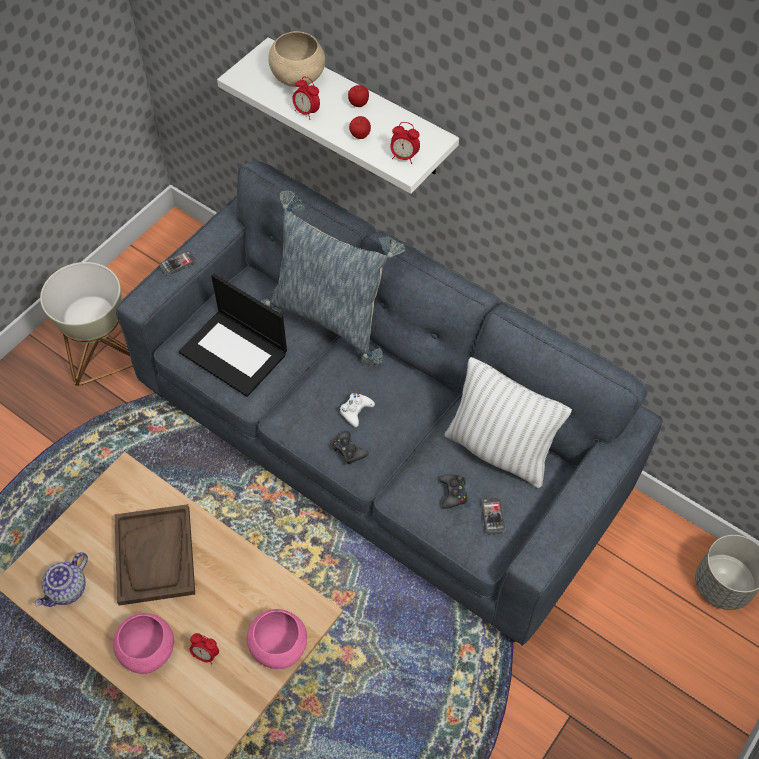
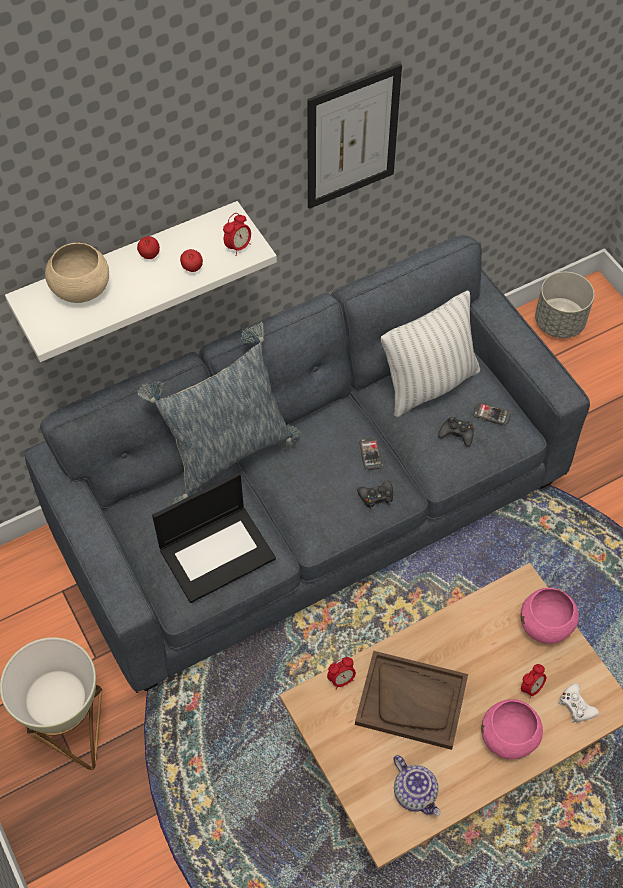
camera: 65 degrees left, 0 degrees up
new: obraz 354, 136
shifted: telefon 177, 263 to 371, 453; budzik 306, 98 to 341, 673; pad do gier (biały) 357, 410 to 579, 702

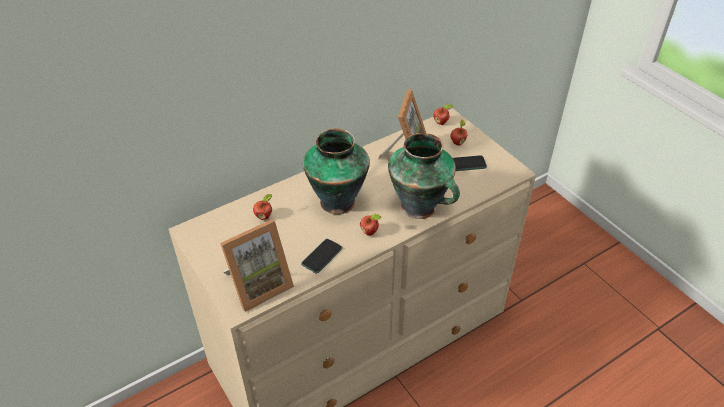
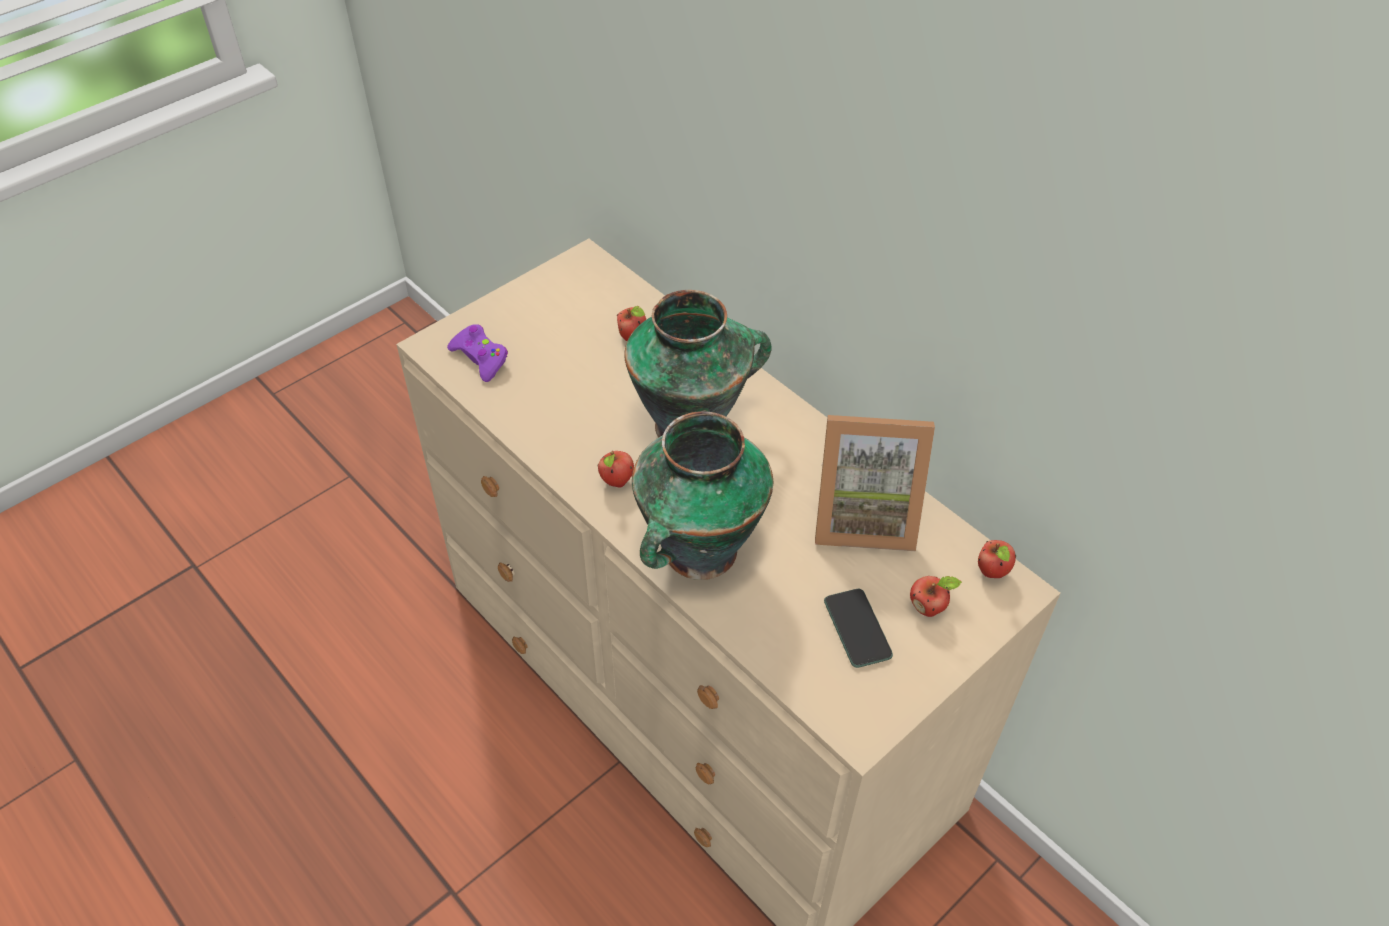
camera: 80 degrees right, 5 degrees up
gone: telefon 321, 256
swapped: ramka na zdjęcie 257, 265 to pad do gier (fioletowy) 477, 353

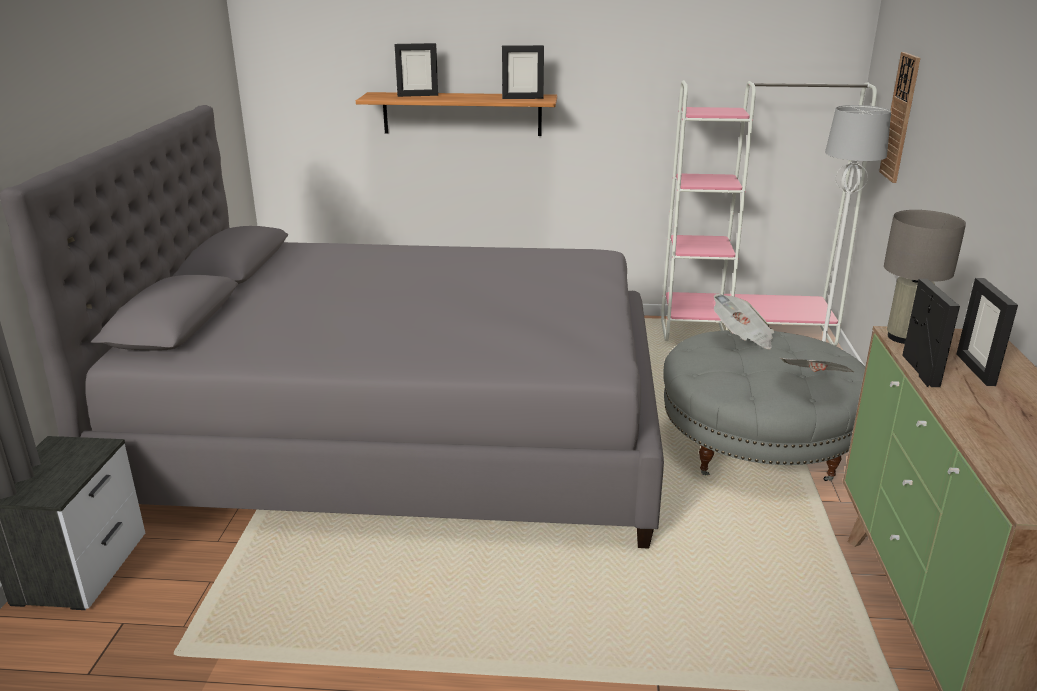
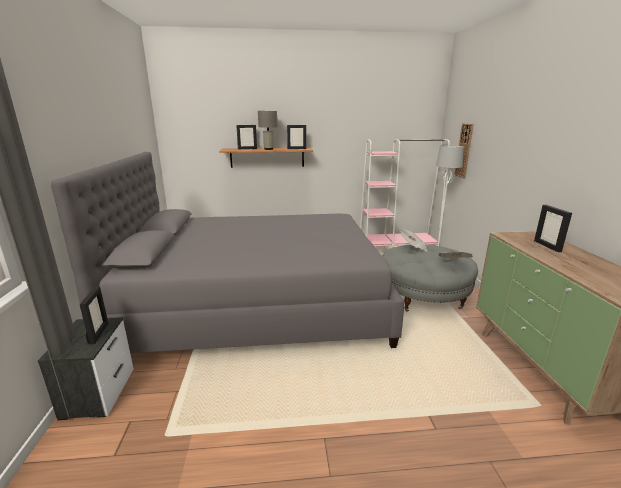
camera: 10 degrees left, 5 degrees down
shifted: lampa stołowa (szary) 925, 277 to 267, 130; ramka na zdjęcie 931, 333 to 93, 315

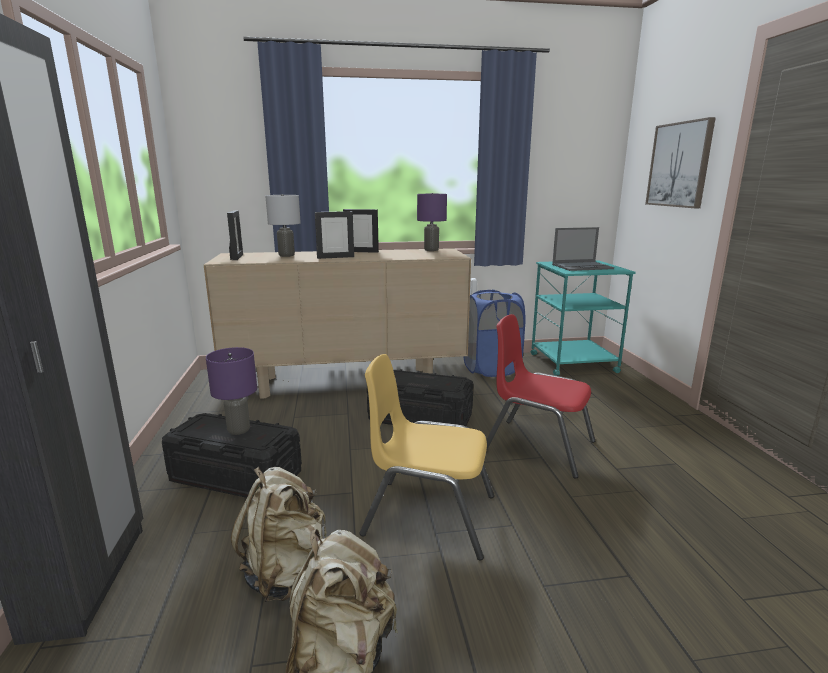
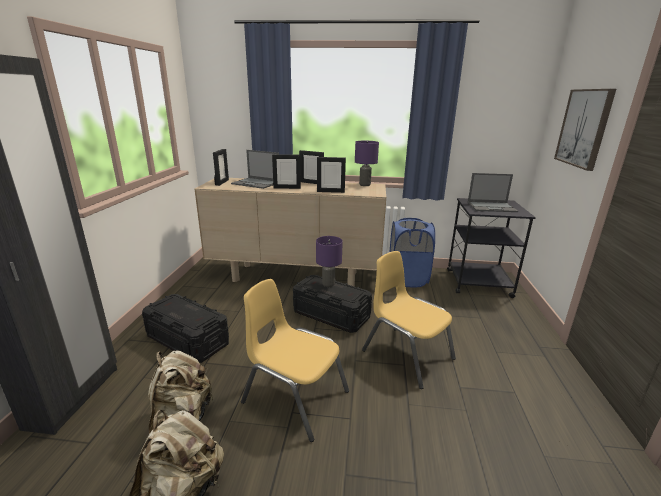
camera: 15 degrees right, 5 degrees up
new: ramka na zdjęcie 331, 175
shifted: lampa stołowa (fioletowy) 231, 391 to 329, 261
swapped: lampa stołowa (biały) 283, 225 to laptop 255, 169
repainted: krzesło (czerwony) 540, 396 to krzesło (żółty) 409, 320; wózek (turkusowy) 583, 318 to wózek (czarny) 491, 248

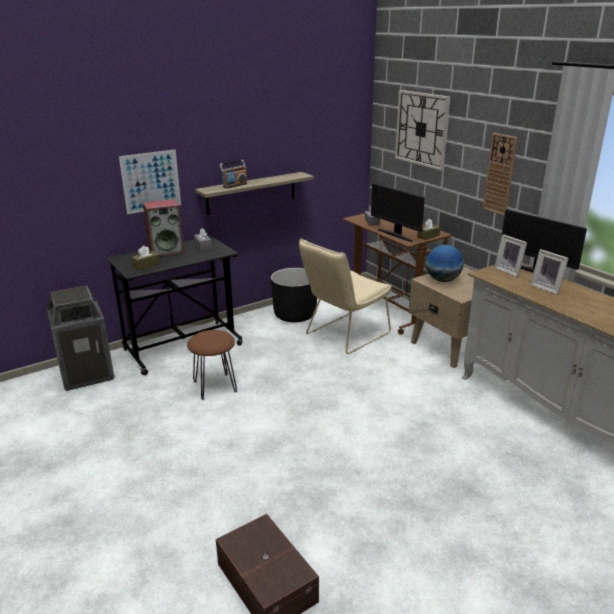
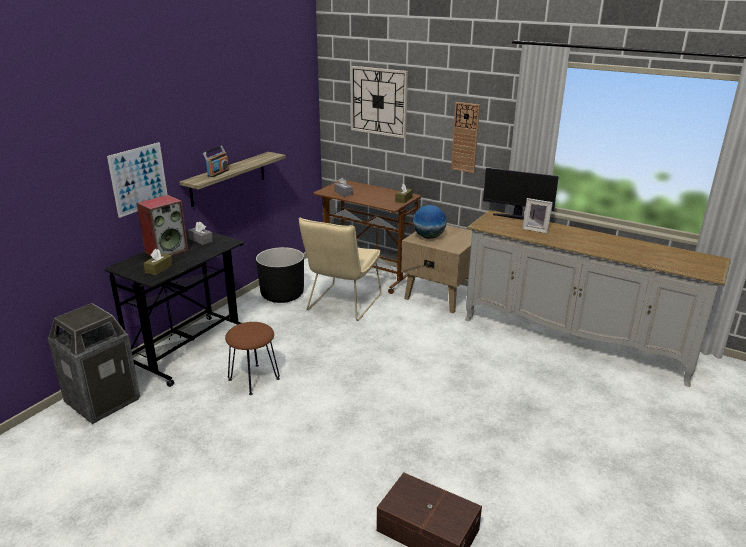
camera: 25 degrees left, 0 degrees up
gone: monitor 398, 212; ramka na zdjęcie 510, 255

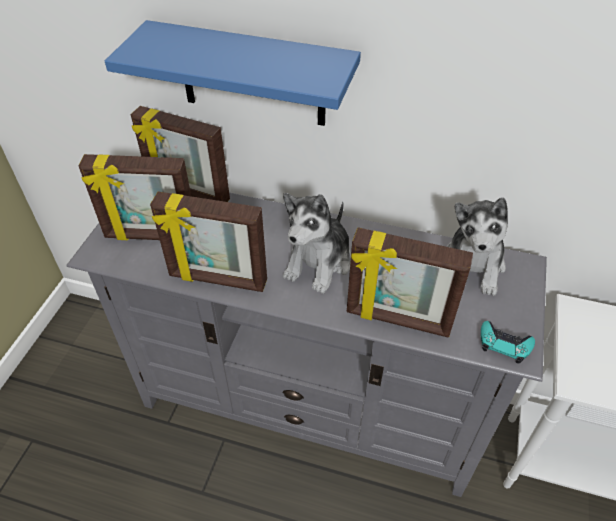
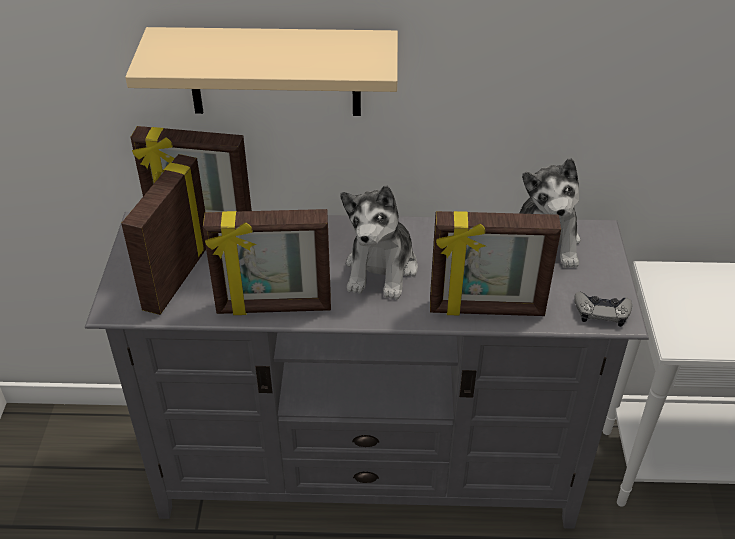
camera: 15 degrees left, 5 degrees down
repainted: półka (niebieski) 233, 73 to półka (beżowy) 261, 71; pad do gier (turkusowy) 508, 342 to pad do gier (szary) 603, 309
rotated: ramka na zdjęcie 134, 197 = 163, 234 120 degrees clockwise

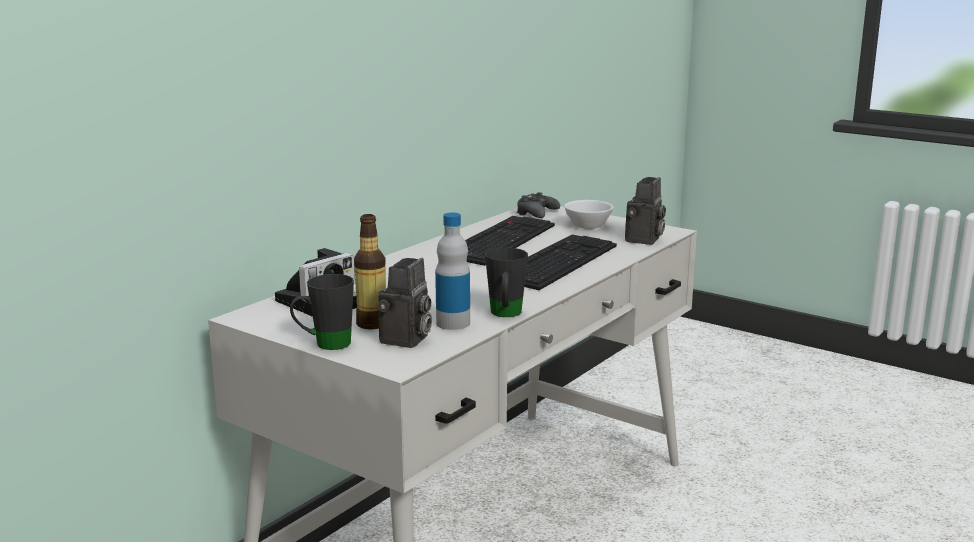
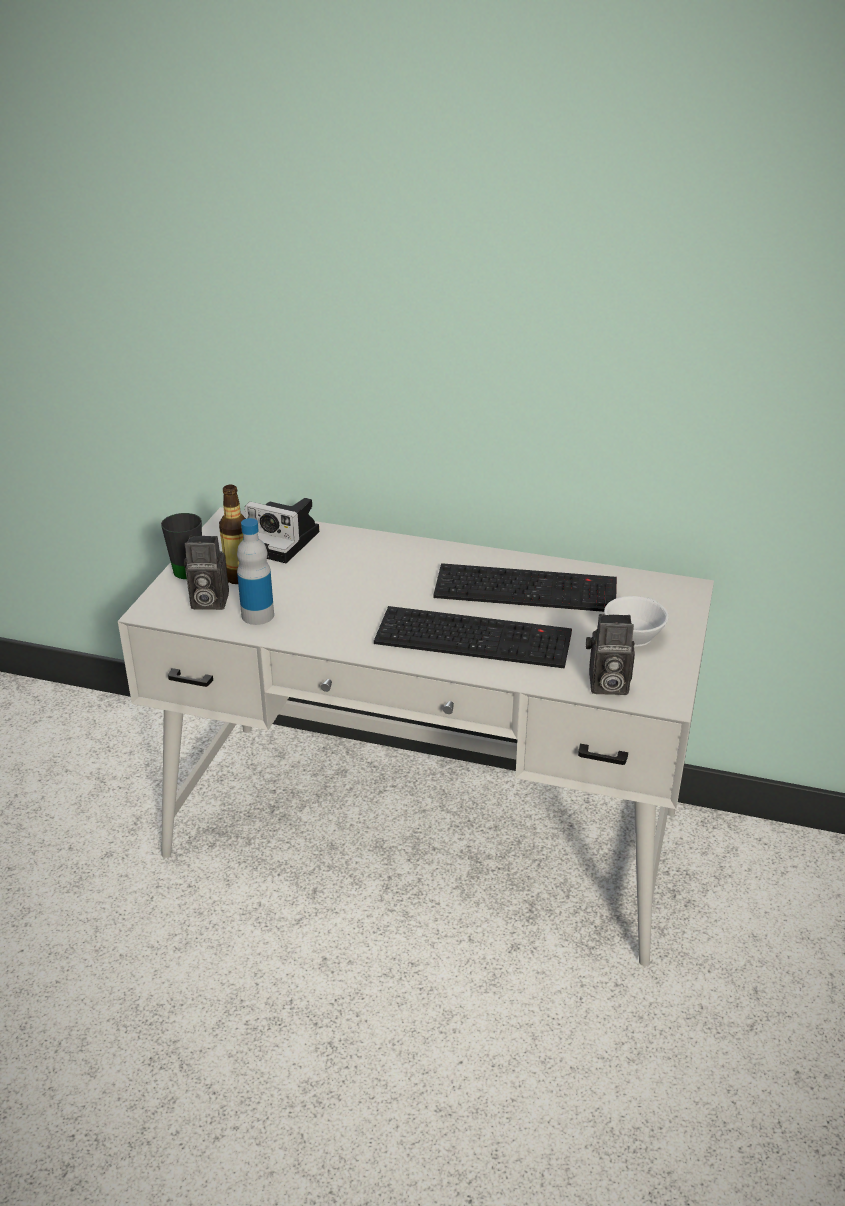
camera: 70 degrees right, 15 degrees up
gone: kubek (czarny) 506, 282; pad do gier (czarny) 538, 205

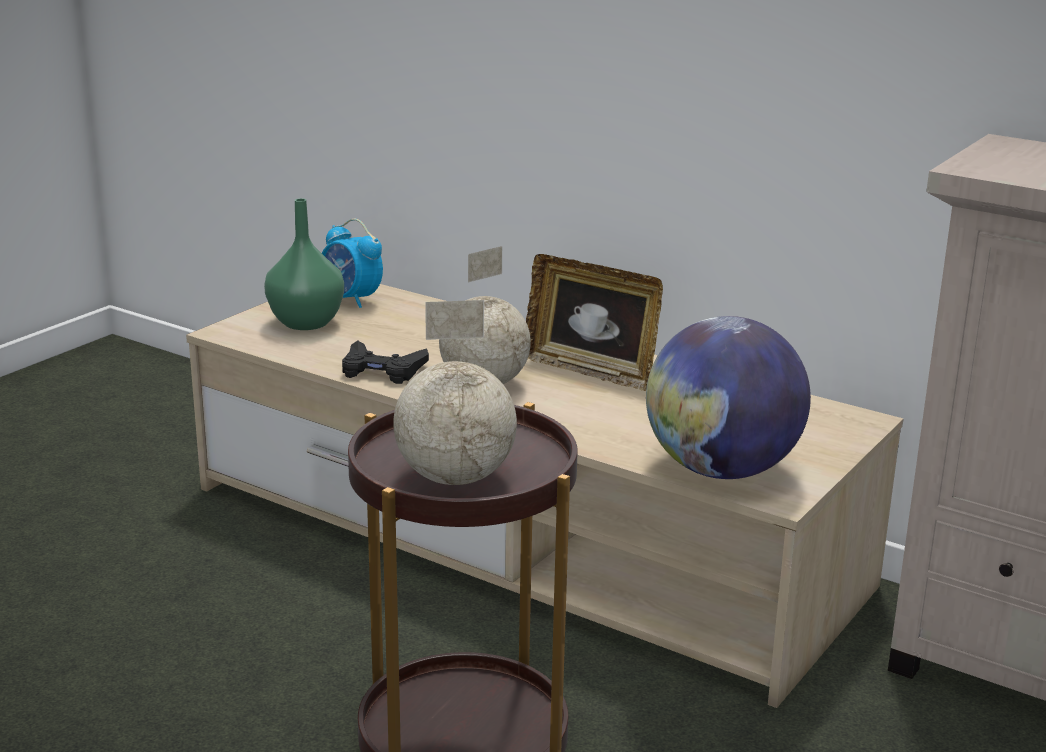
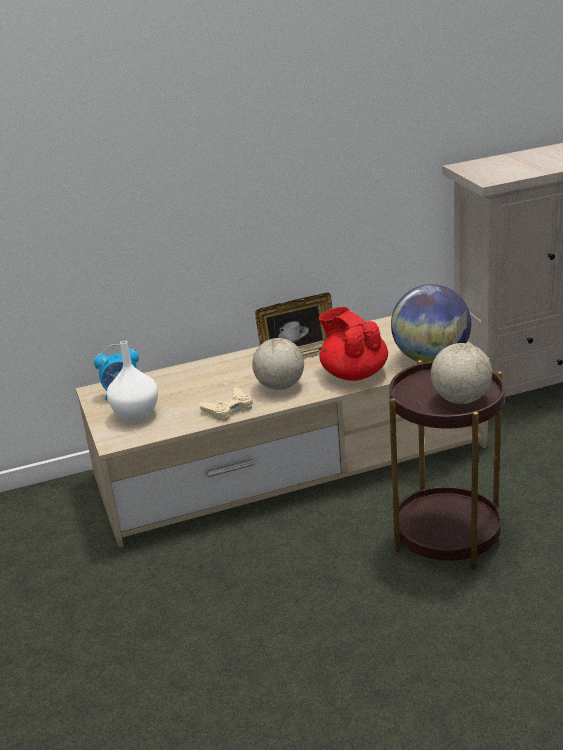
camera: 50 degrees left, 5 degrees up
new: imbryk (czerwony) 353, 344
repainted: wazon (zielony) 304, 264 to wazon (biały) 132, 381; pad do gier (czarny) 385, 362 to pad do gier (beżowy) 226, 404

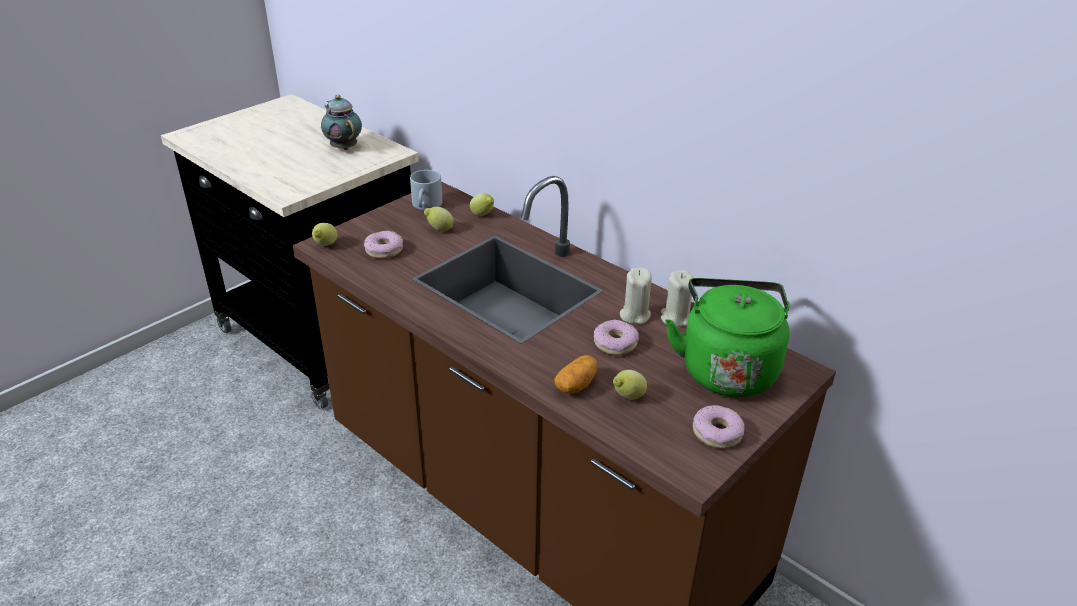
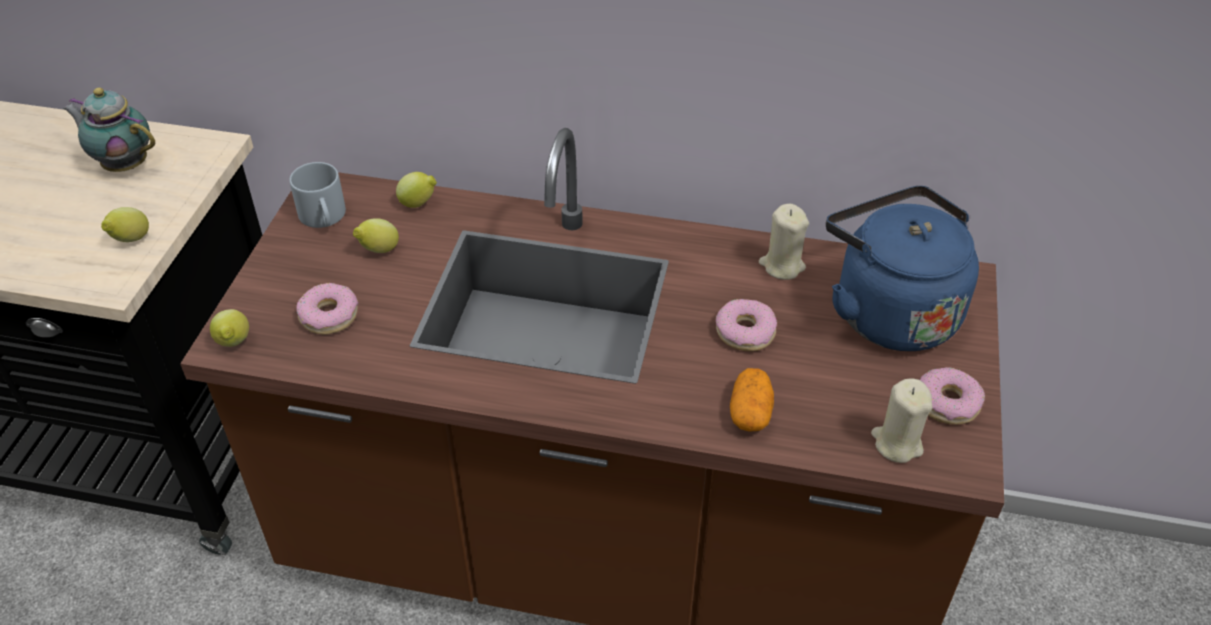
camera: 30 degrees left, 10 degrees up
shifted: cytryna 630, 384 to 125, 224; świeca (beżowy) 636, 296 to 901, 421
repainted: czajnik (zielony) 727, 337 to czajnik (niebieski) 902, 268

